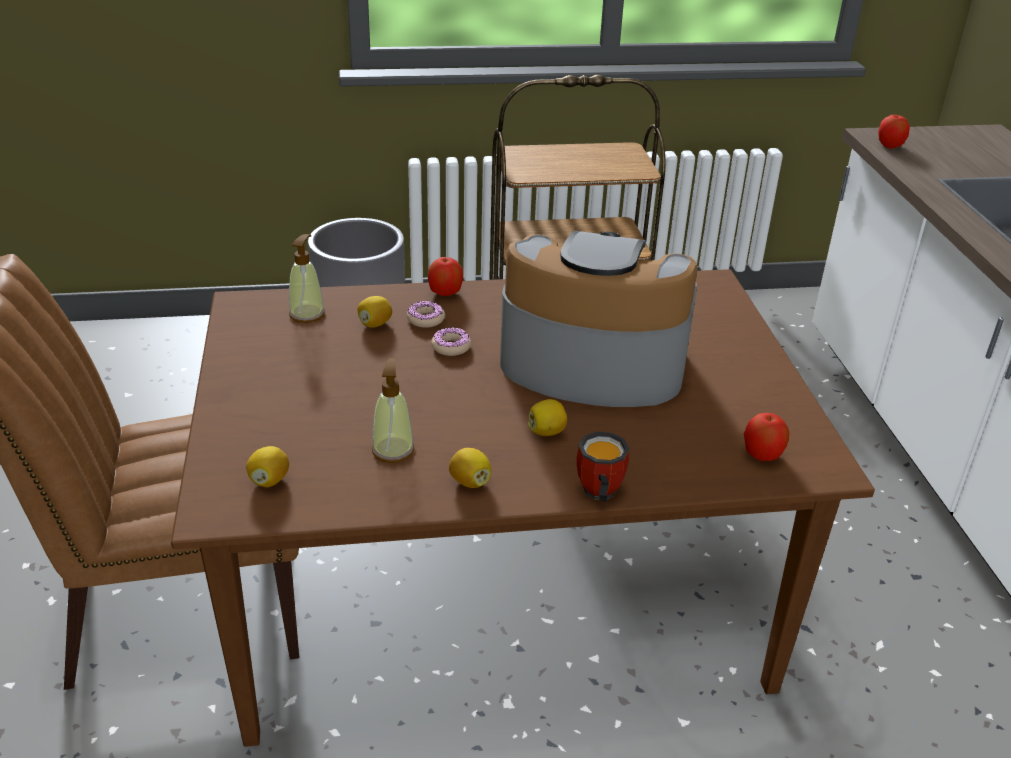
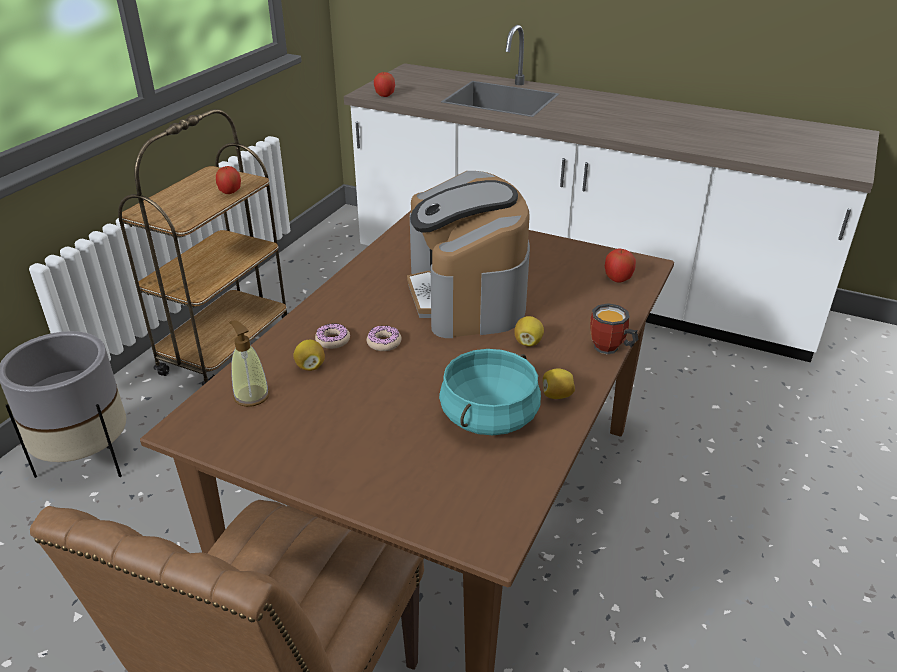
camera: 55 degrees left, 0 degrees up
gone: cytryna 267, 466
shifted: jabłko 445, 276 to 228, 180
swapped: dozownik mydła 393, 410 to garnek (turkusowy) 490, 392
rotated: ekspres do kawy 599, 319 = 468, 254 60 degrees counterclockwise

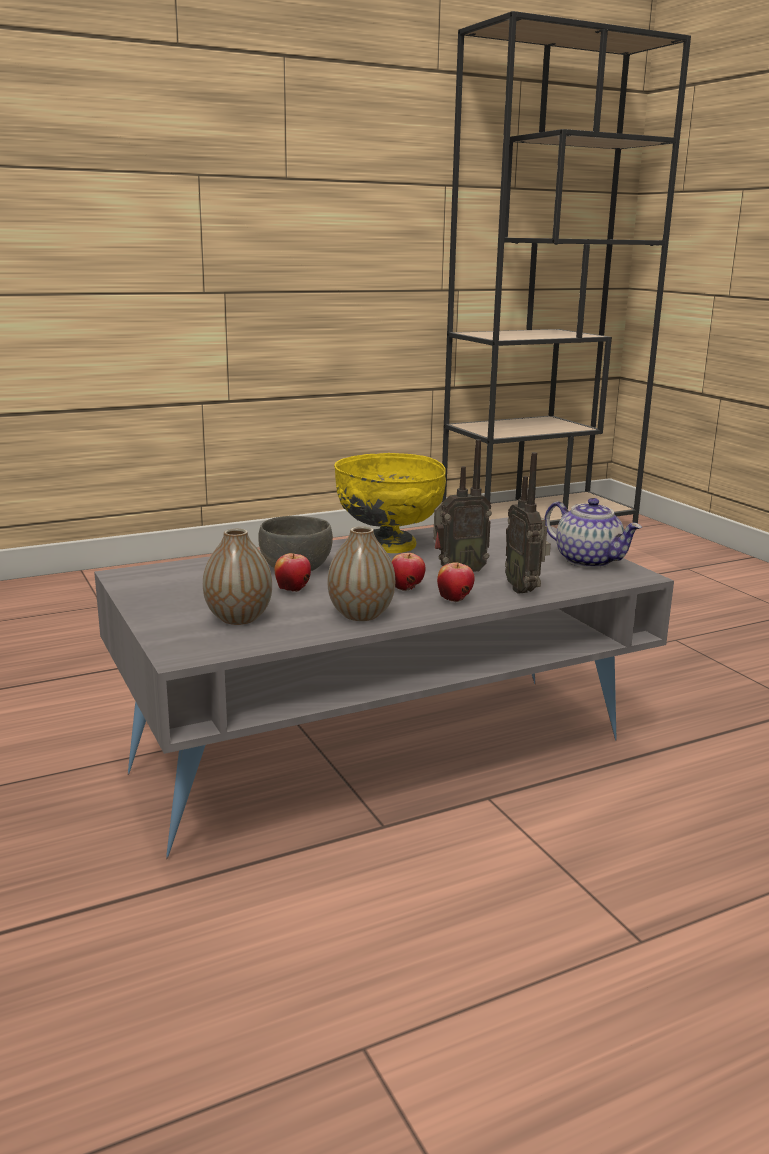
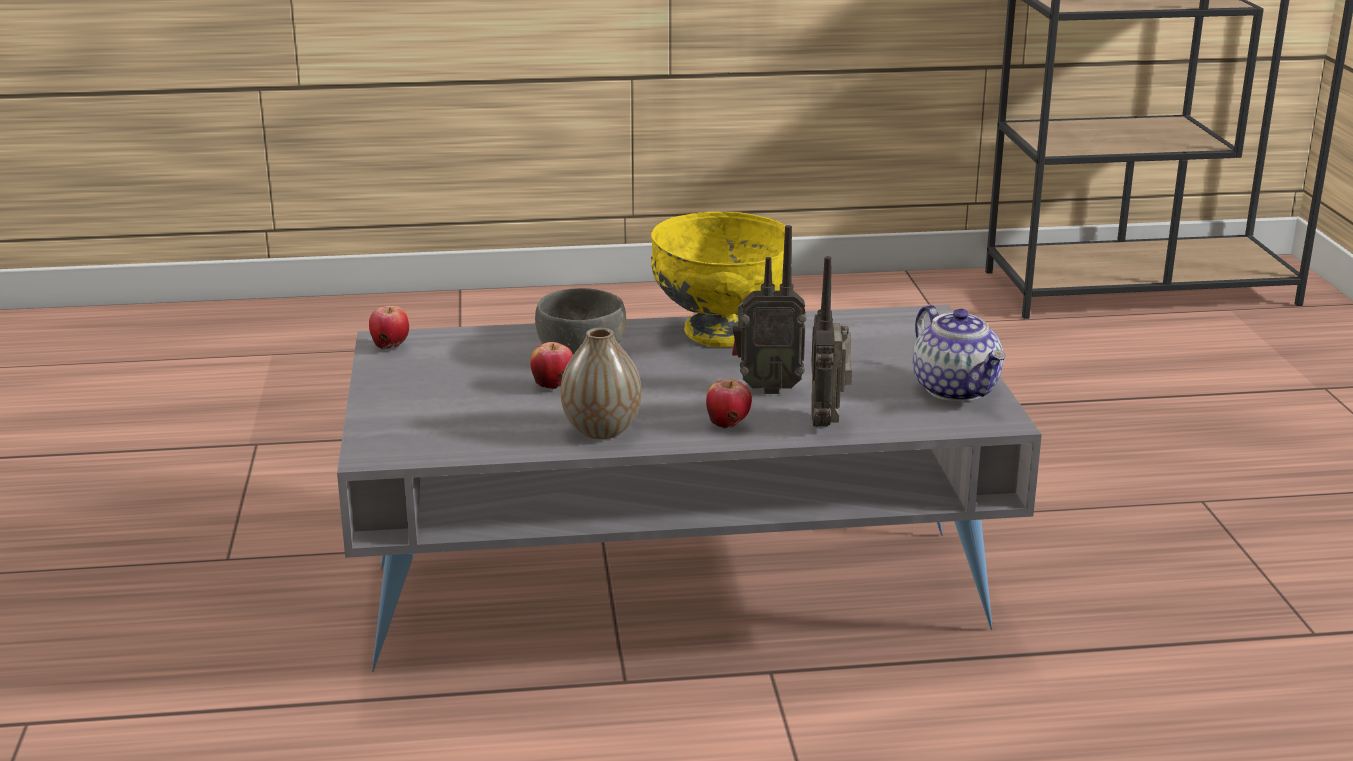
camera: 20 degrees right, 5 degrees up
gone: wazon 237, 577
shifted: jabłko 408, 572 to 389, 328

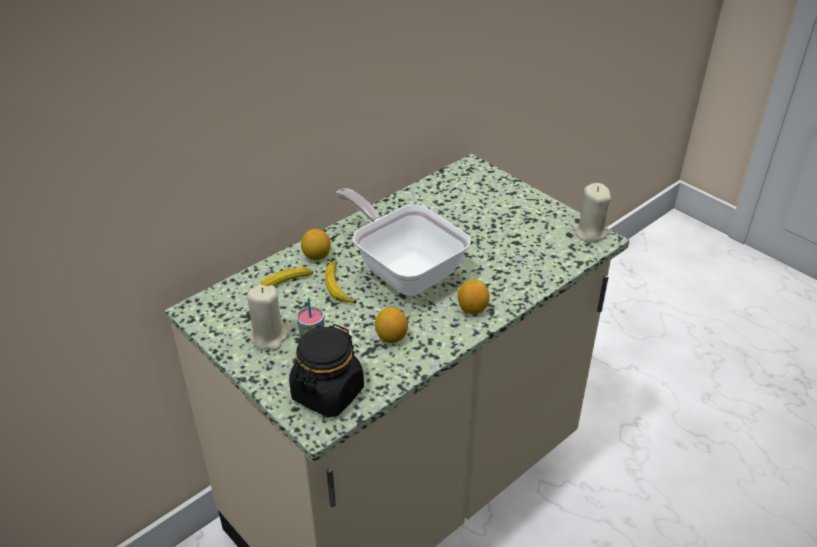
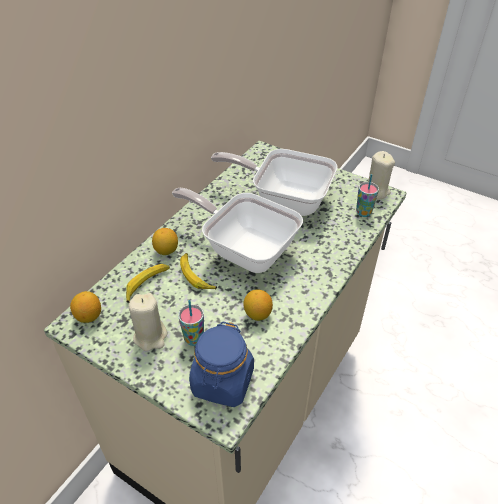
camera: 15 degrees left, 5 degrees up
new: patelnia 274, 182; filiżanka 367, 195
shifted: cytryna 473, 297 to 85, 307
repainted: słoik (czarny) 326, 370 to słoik (niebieski) 221, 364

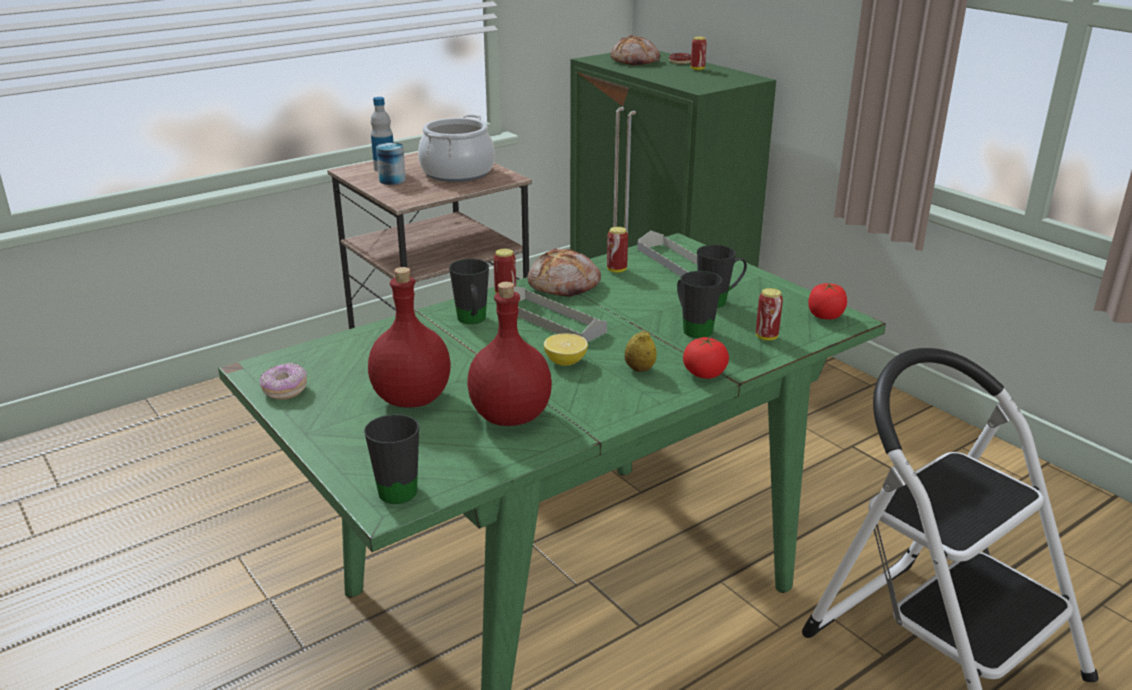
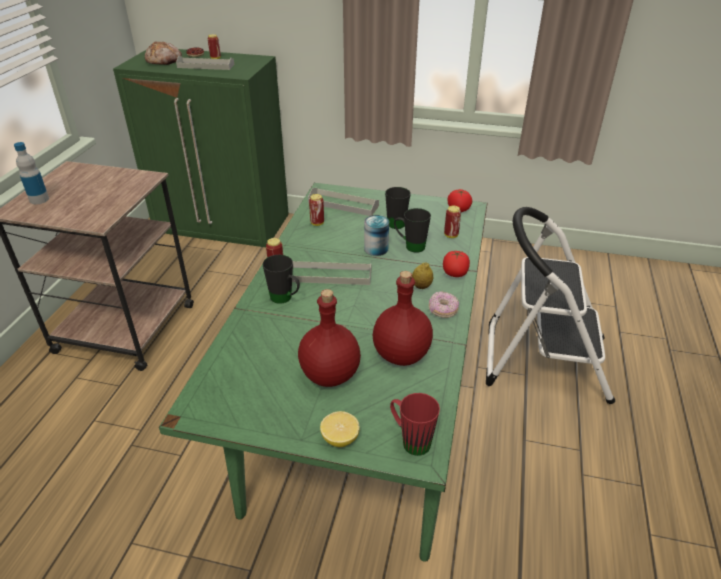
camera: 40 degrees left, 10 degrees up
gone: garnek 456, 148; chleb 564, 272
new: taca (szary) 205, 63
shifted: donut 283, 381 to 444, 304; puszka 391, 164 to 376, 235; cytryna 566, 350 to 340, 429
repainted: kubek (czarny) 391, 459 to kubek (czerwony) 415, 424

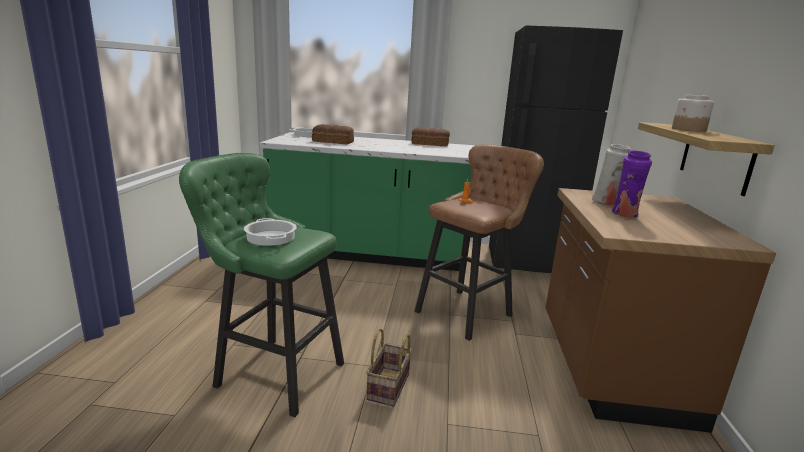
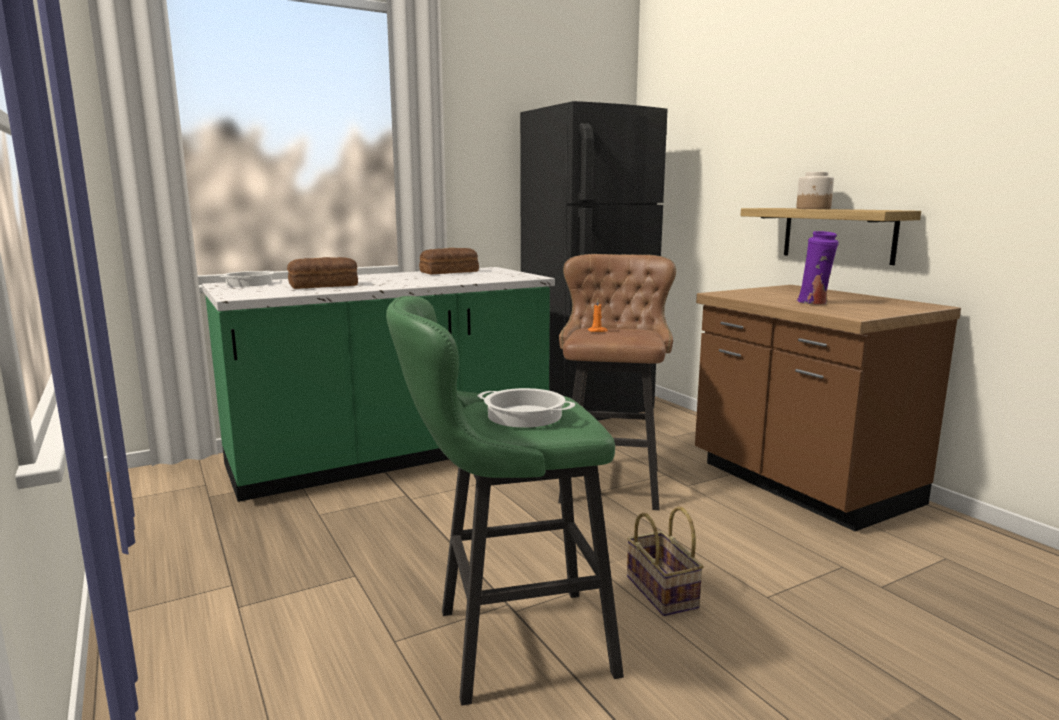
camera: 35 degrees left, 5 degrees down
gone: wazon (biały) 611, 174

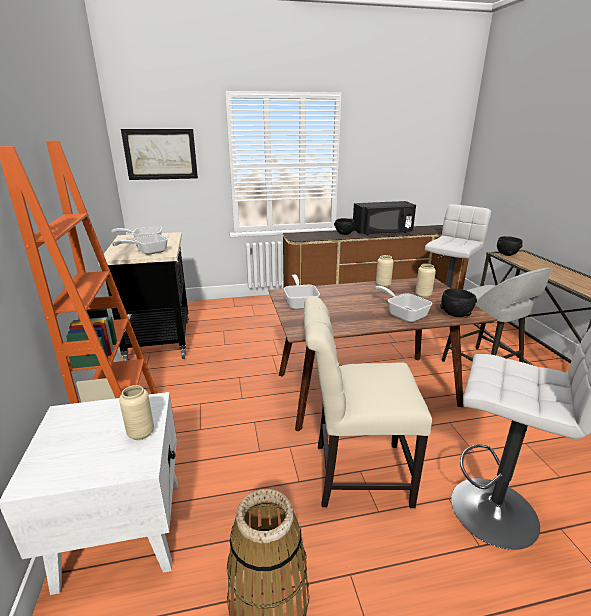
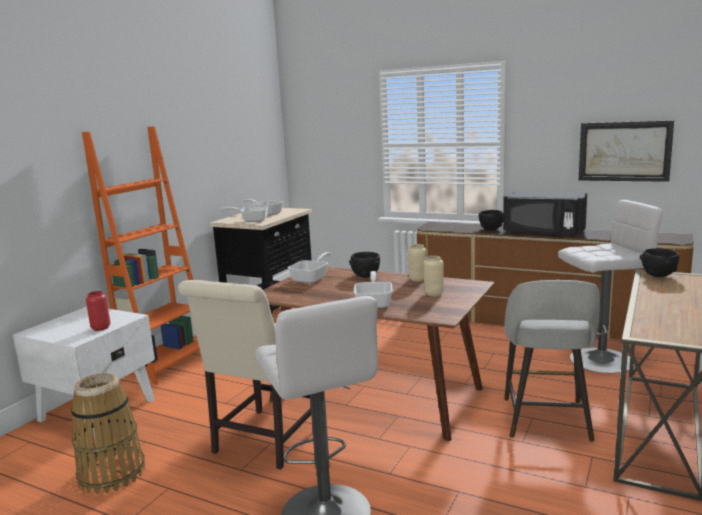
camera: 40 degrees right, 10 degrees down
shifted: obraz 159, 154 to 626, 151; miska (czarny) 458, 303 to 364, 265
repainted: wazon (beżowy) 136, 412 to wazon (czerwony) 98, 311
rotated: krzesło (beżowy) 368, 402 = 244, 374 105 degrees counterclockwise

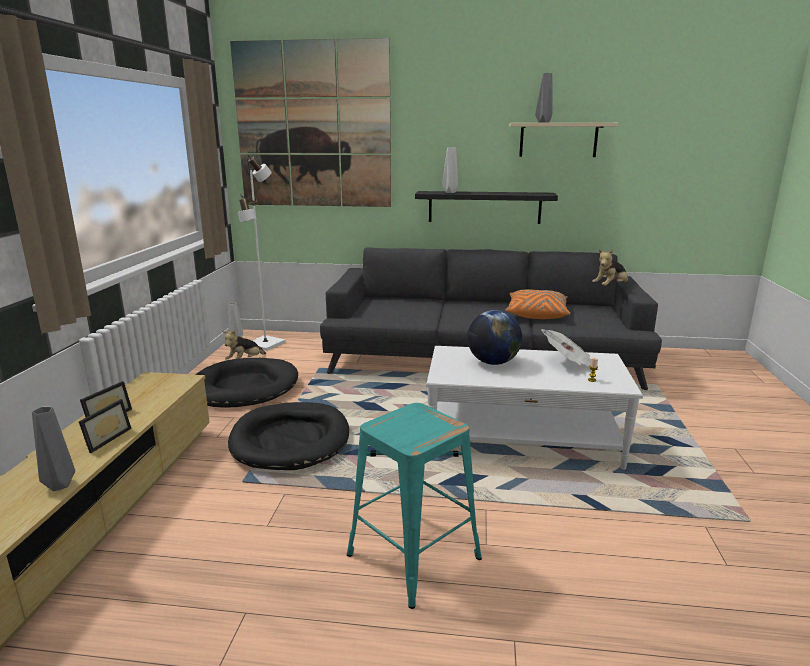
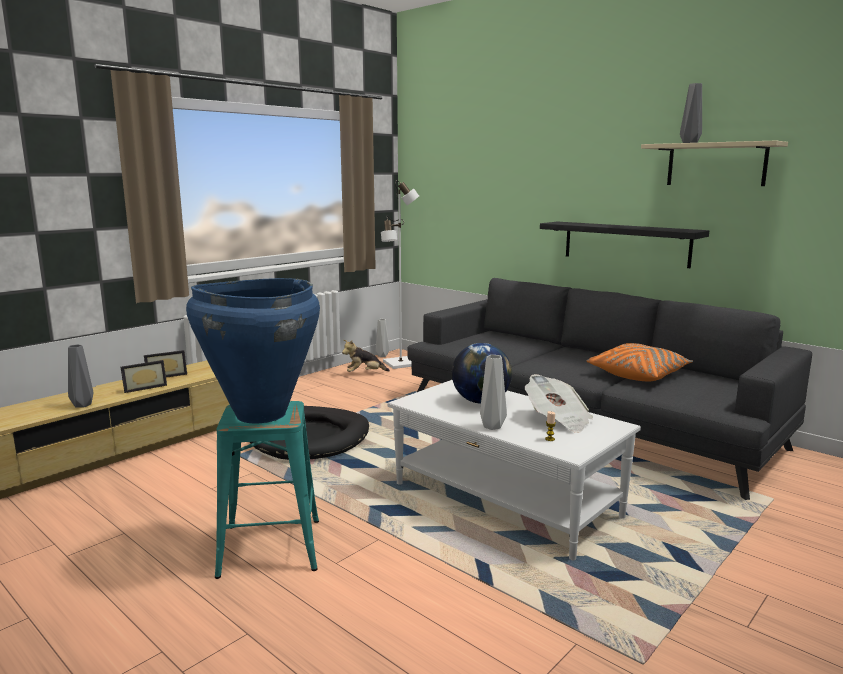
camera: 35 degrees right, 5 degrees down
gone: legowisko (czarny) 246, 383; obraz 310, 122; pluszak 610, 267
new: wazon (niebieski) 253, 350
shifted: wazon (szary) 450, 170 to 493, 392

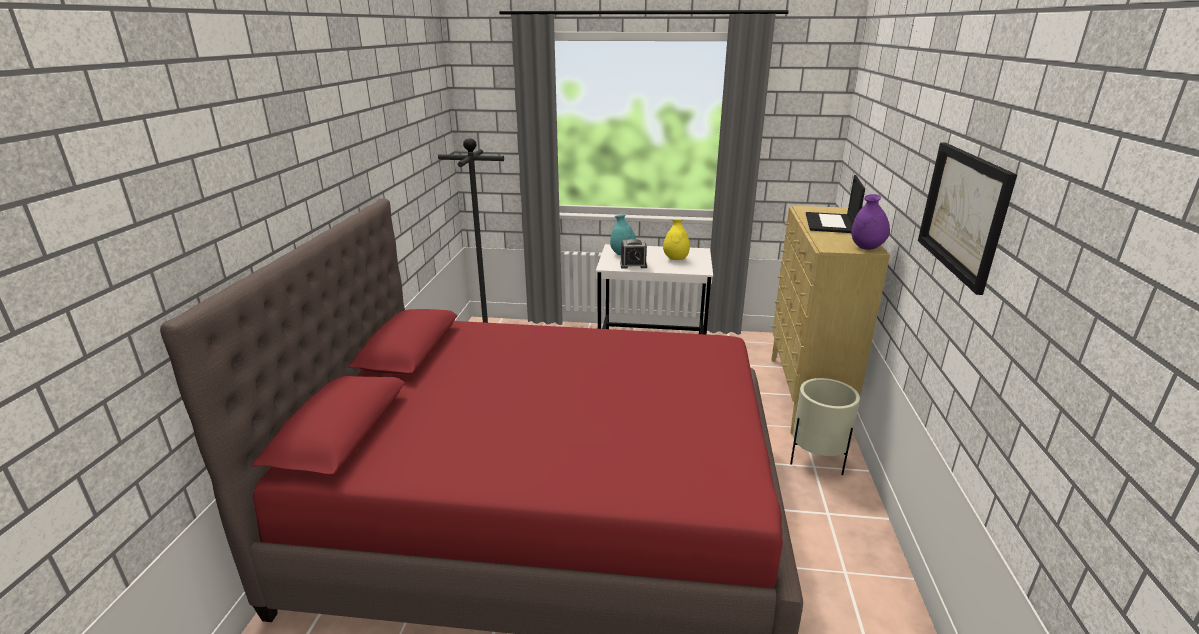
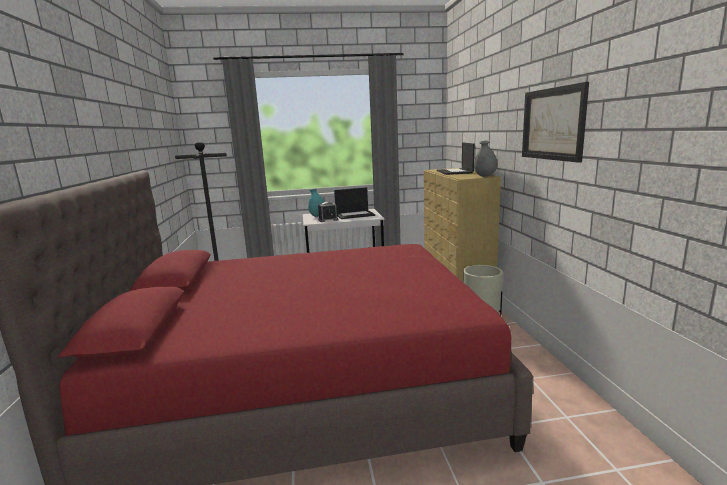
camera: 15 degrees left, 10 degrees down
swapped: wazon (żółty) 676, 239 to laptop 354, 203
repainted: wazon (fioletowy) 870, 222 to wazon (szary) 486, 159

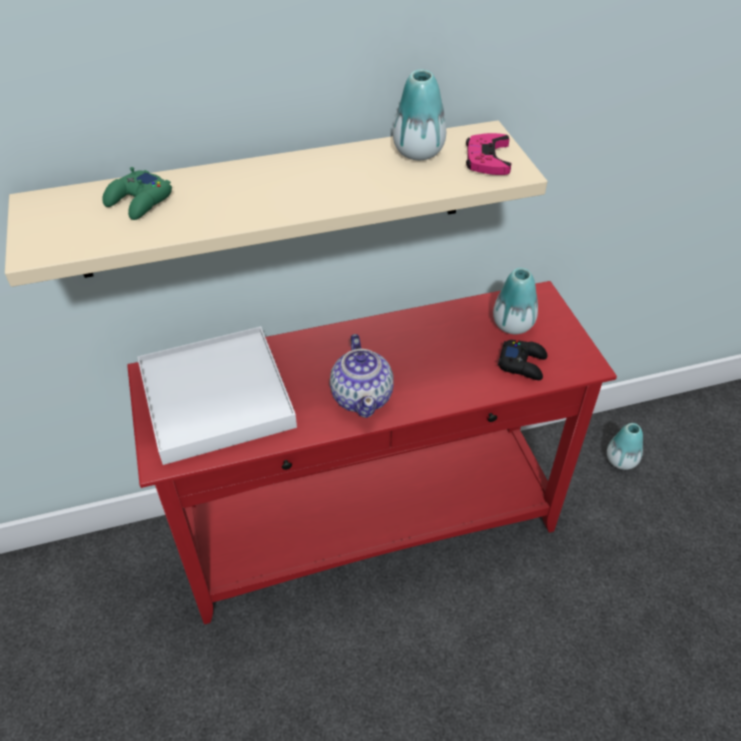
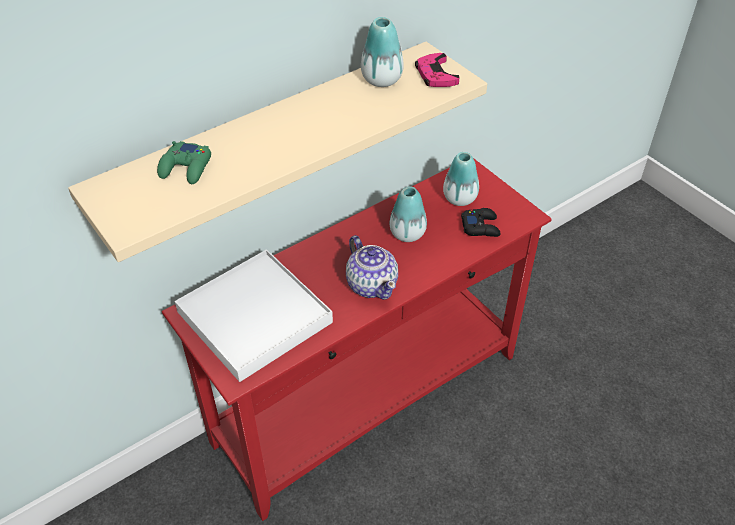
camera: 20 degrees left, 0 degrees up
shifted: wazon 625, 446 to 408, 214

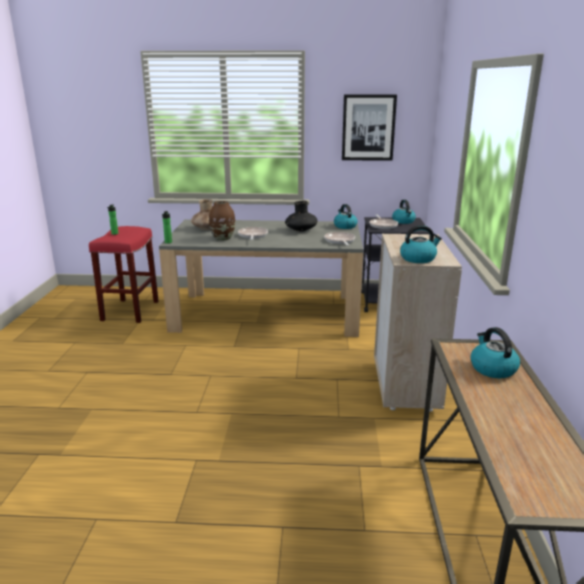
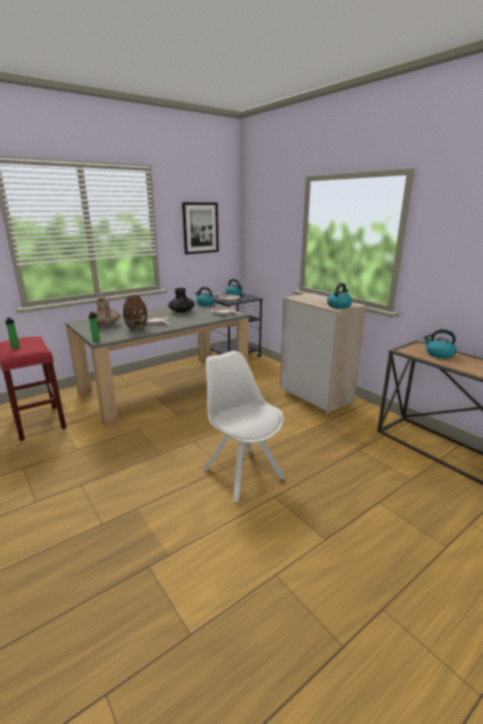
camera: 40 degrees left, 0 degrees up
new: krzesło (biały) 244, 426

